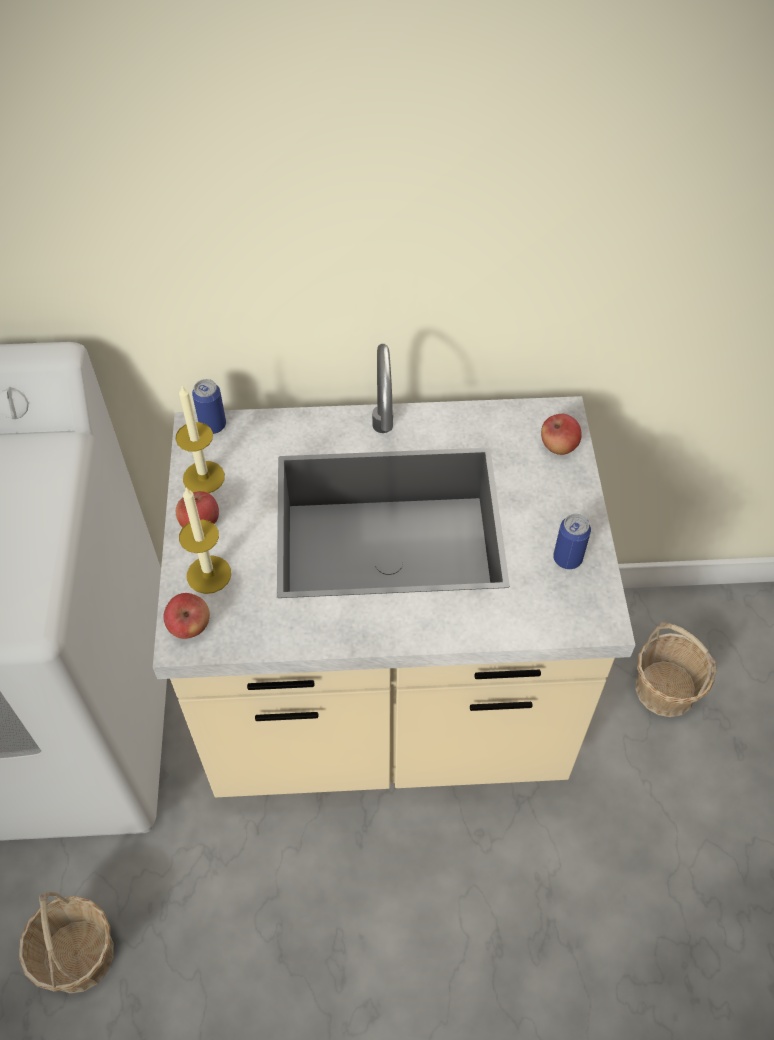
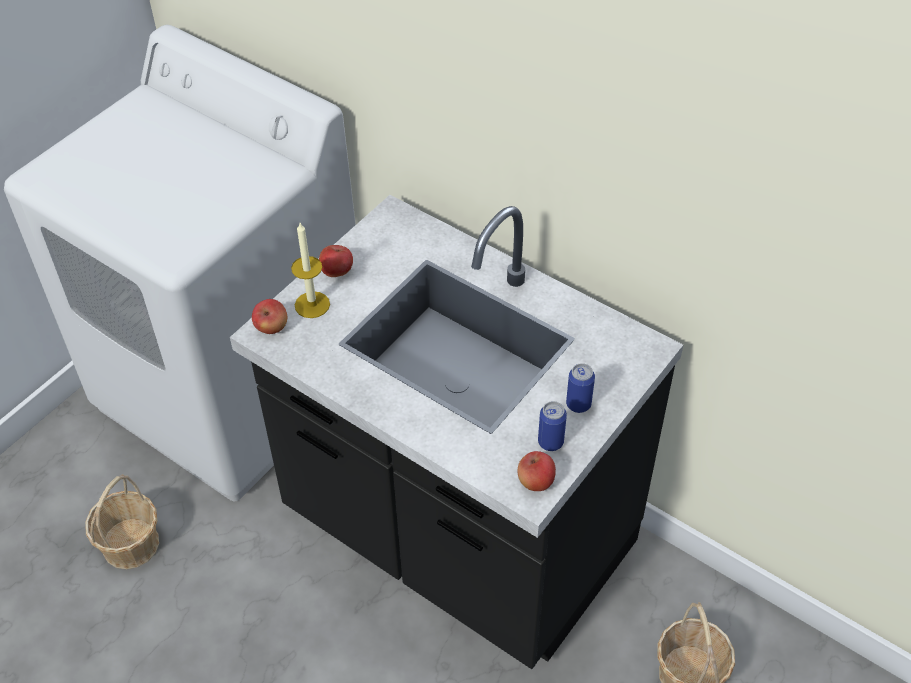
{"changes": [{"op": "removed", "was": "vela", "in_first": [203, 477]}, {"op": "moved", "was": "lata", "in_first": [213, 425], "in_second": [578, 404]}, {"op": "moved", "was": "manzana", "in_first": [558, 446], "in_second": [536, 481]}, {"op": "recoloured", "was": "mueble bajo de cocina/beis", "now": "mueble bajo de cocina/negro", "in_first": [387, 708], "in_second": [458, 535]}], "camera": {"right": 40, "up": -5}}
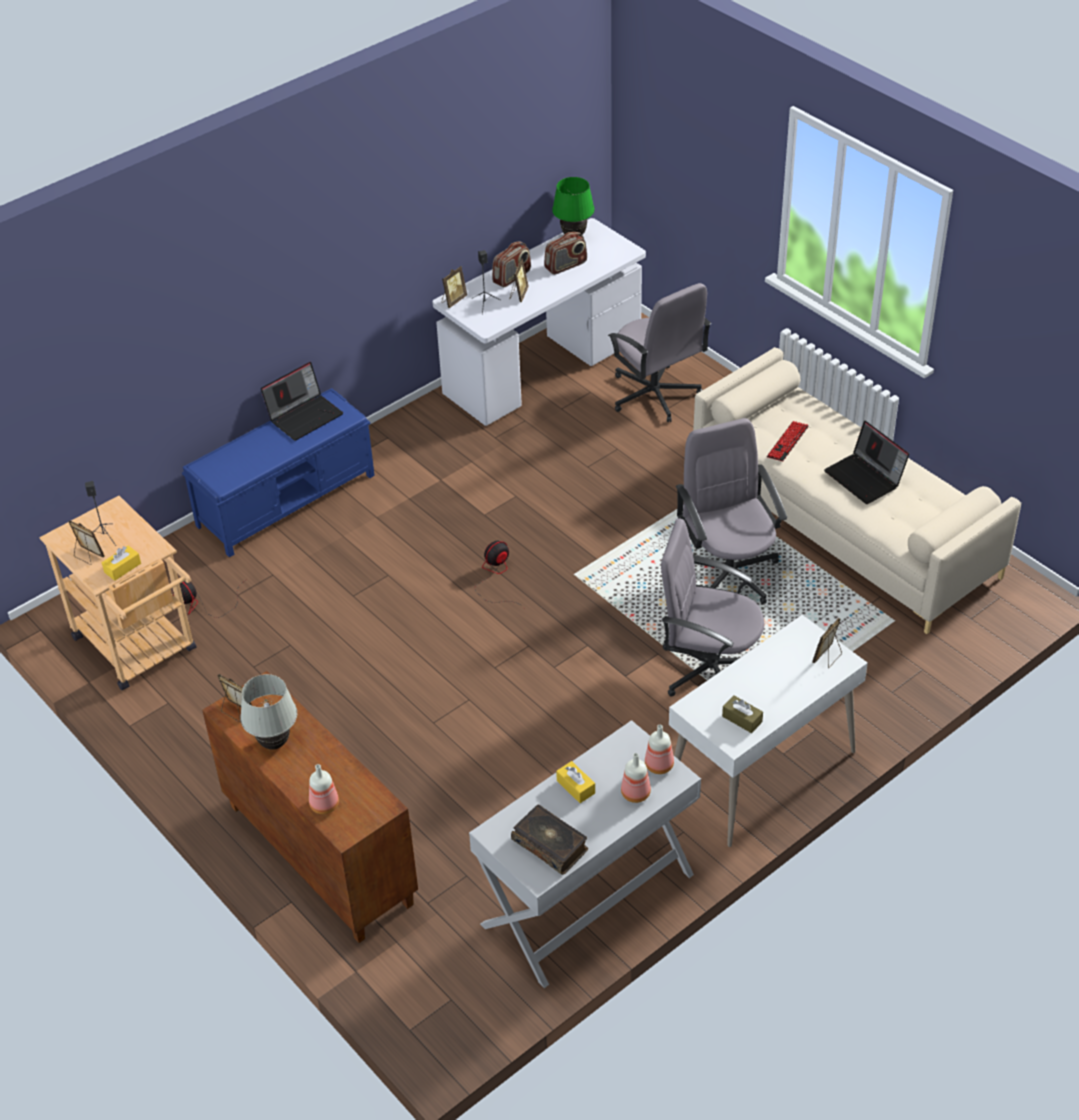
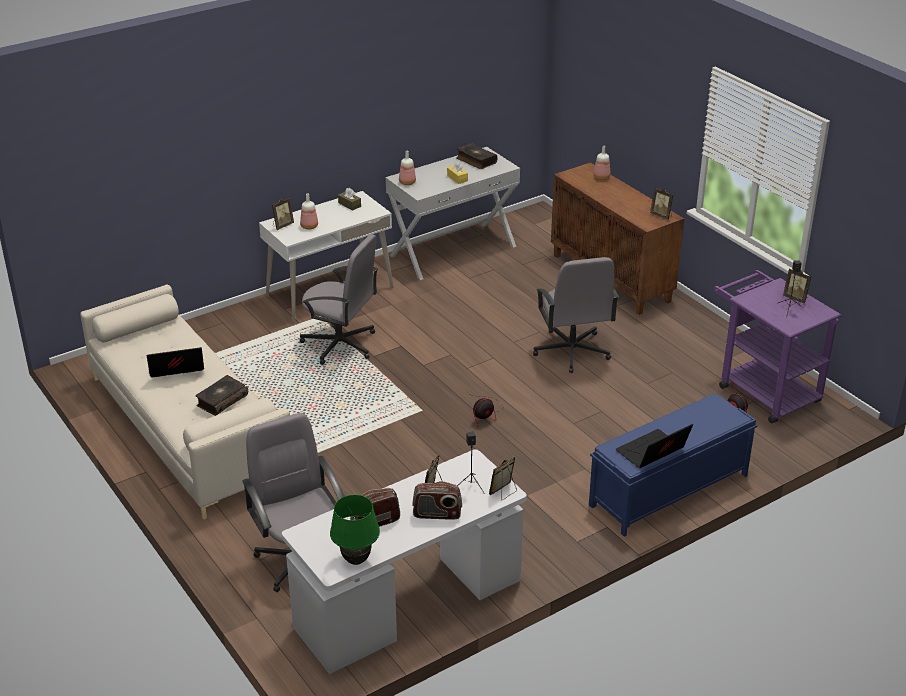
{"changes": [{"op": "removed", "was": "caja de pañuelos/amarillo", "in_first": [122, 568]}, {"op": "removed", "was": "lámpara de mesa/blanco", "in_first": [274, 744]}, {"op": "moved", "was": "botella", "in_first": [636, 793], "in_second": [309, 227]}, {"op": "moved", "was": "silla de oficina/gris", "in_first": [729, 573], "in_second": [571, 351]}, {"op": "replaced", "was": "teclado", "now": "libro", "in_first": [787, 442], "in_second": [221, 400]}, {"op": "recoloured", "was": "carrito/beis", "now": "carrito/morado", "in_first": [140, 649], "in_second": [762, 390]}, {"op": "turned", "was": "radio", "in_first": [512, 277], "in_second": [437, 514], "clockwise": -135}, {"op": "turned", "was": "portátil", "in_first": [865, 478], "in_second": [175, 368], "clockwise": -75}], "camera": {"right": -175, "up": -10}}
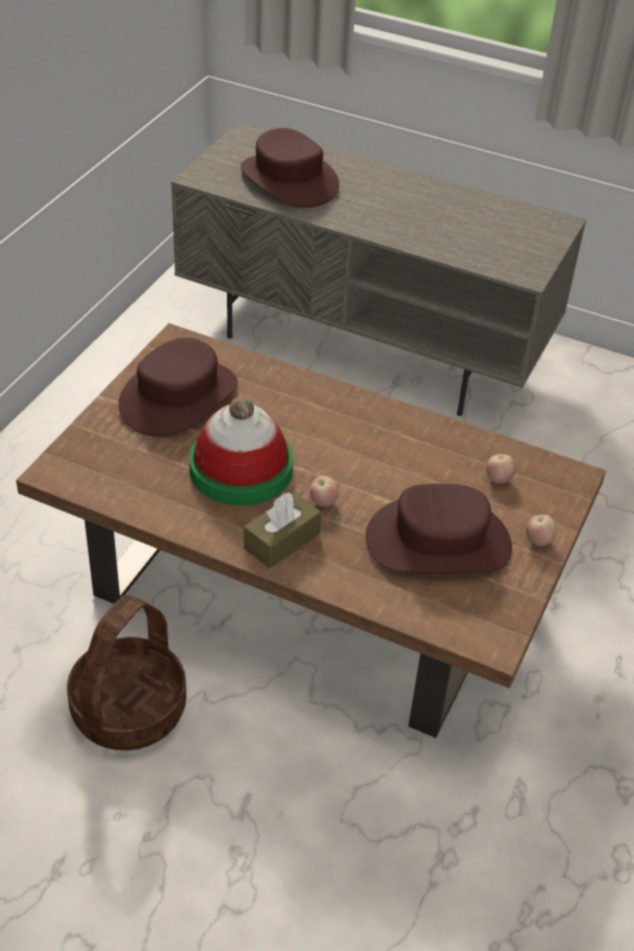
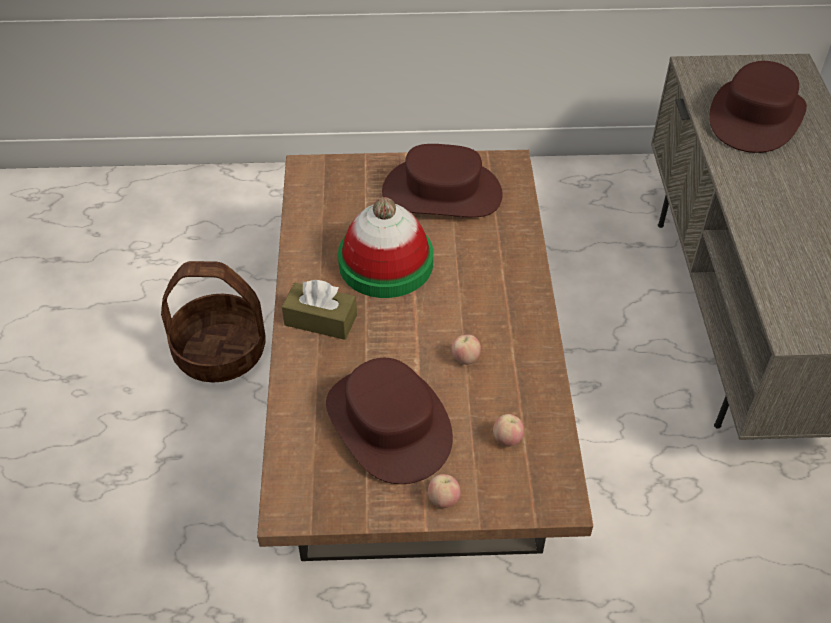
{"changes": [{"op": "moved", "was": "manzana", "in_first": [323, 502], "in_second": [465, 359]}], "camera": {"right": 65, "up": 5}}
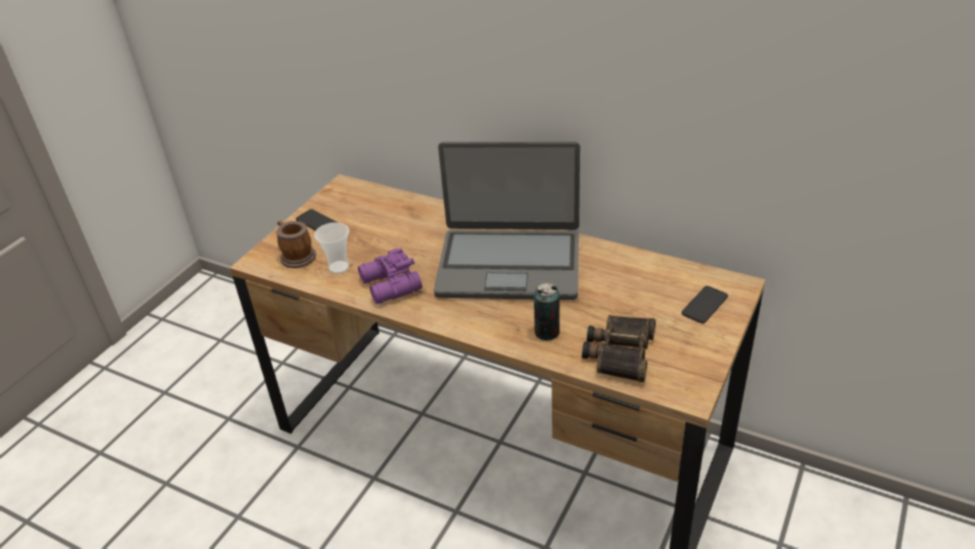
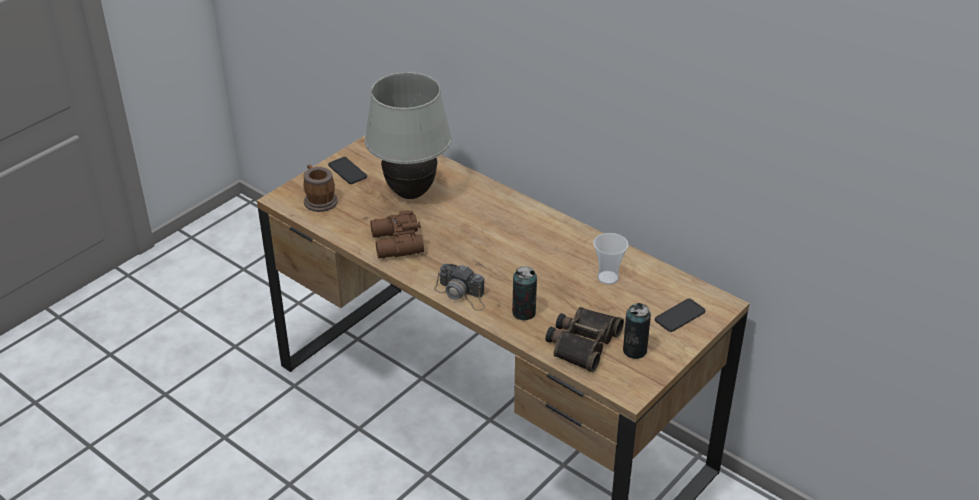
{"changes": [{"op": "removed", "was": "portátil", "in_first": [509, 264]}, {"op": "added", "now": "lámpara de mesa/blanco", "in_second": [411, 193]}, {"op": "added", "now": "cámara", "in_second": [462, 294]}, {"op": "added", "now": "lata", "in_second": [634, 350]}, {"op": "moved", "was": "taza", "in_first": [339, 267], "in_second": [608, 278]}, {"op": "recoloured", "was": "prismáticos/morado", "now": "prismáticos/marrón", "in_first": [389, 286], "in_second": [396, 244]}], "camera": {"right": 10, "up": 0}}
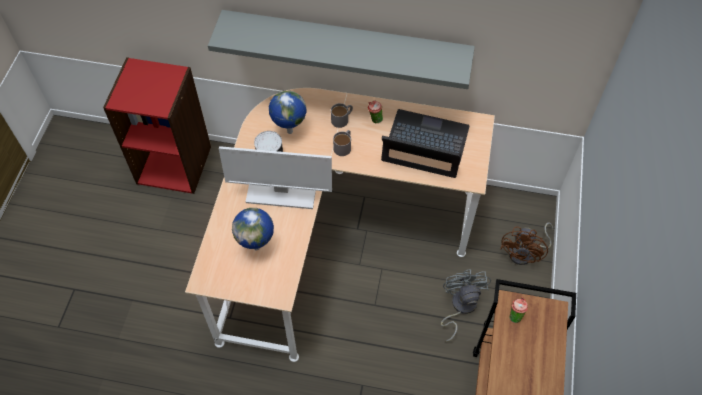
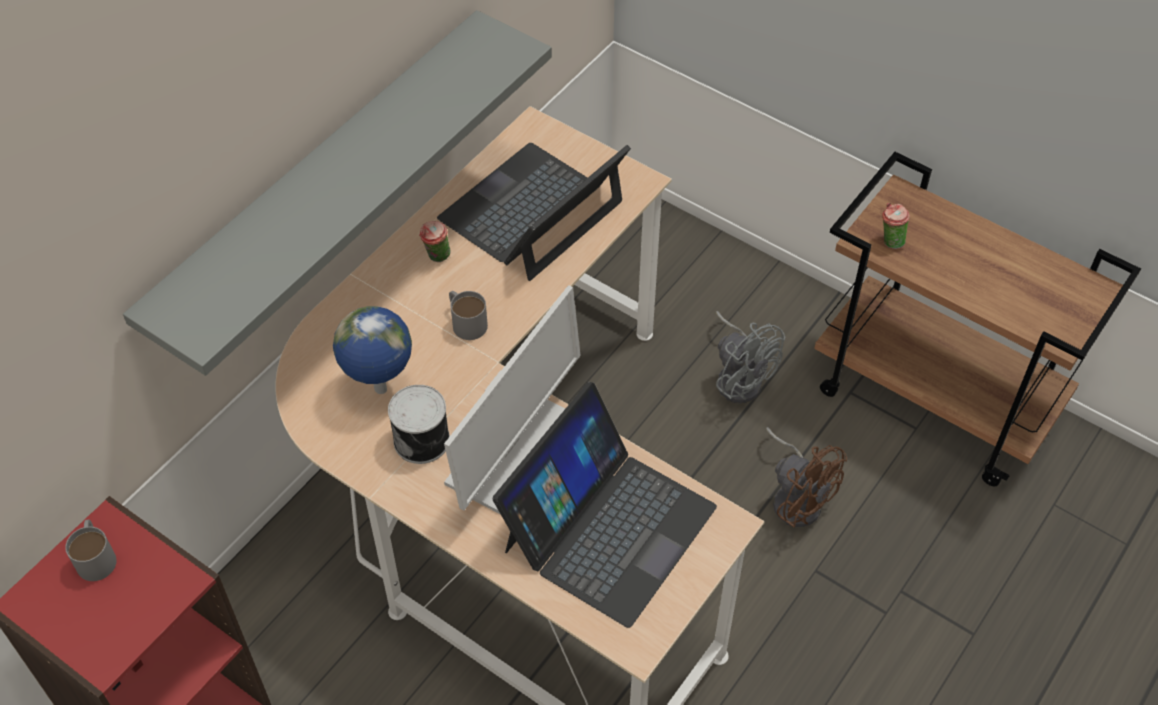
{"changes": [{"op": "moved", "was": "taza grande/gris", "in_first": [342, 119], "in_second": [96, 556]}, {"op": "moved", "was": "ventilador/marrón", "in_first": [525, 253], "in_second": [796, 498]}, {"op": "replaced", "was": "globo terráqueo", "now": "portátil", "in_first": [257, 247], "in_second": [608, 527]}, {"op": "turned", "was": "ventilador/gris", "in_first": [460, 307], "in_second": [739, 377], "clockwise": -150}], "camera": {"right": -65, "up": -5}}
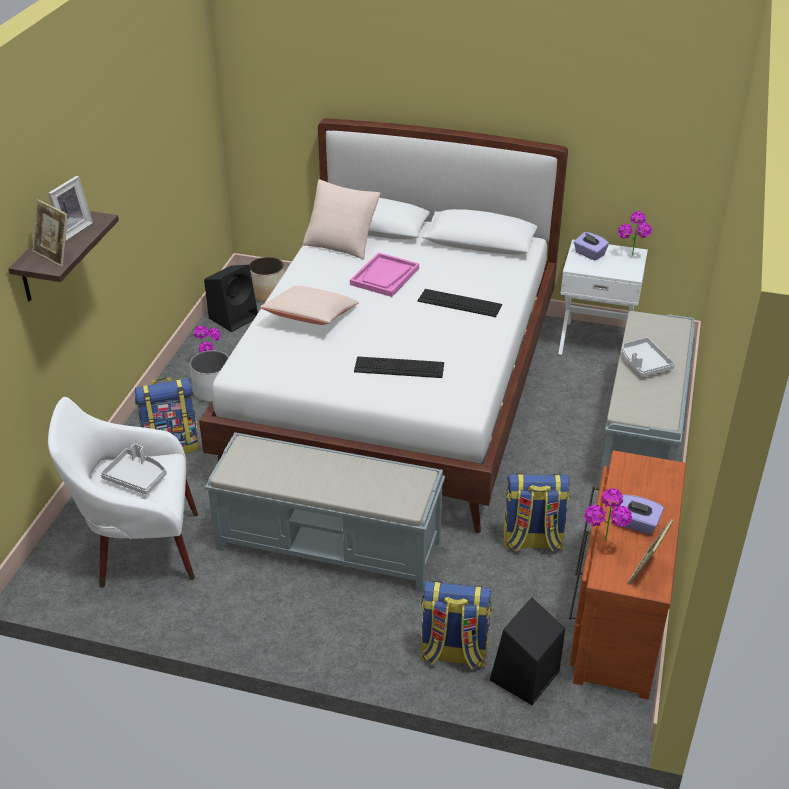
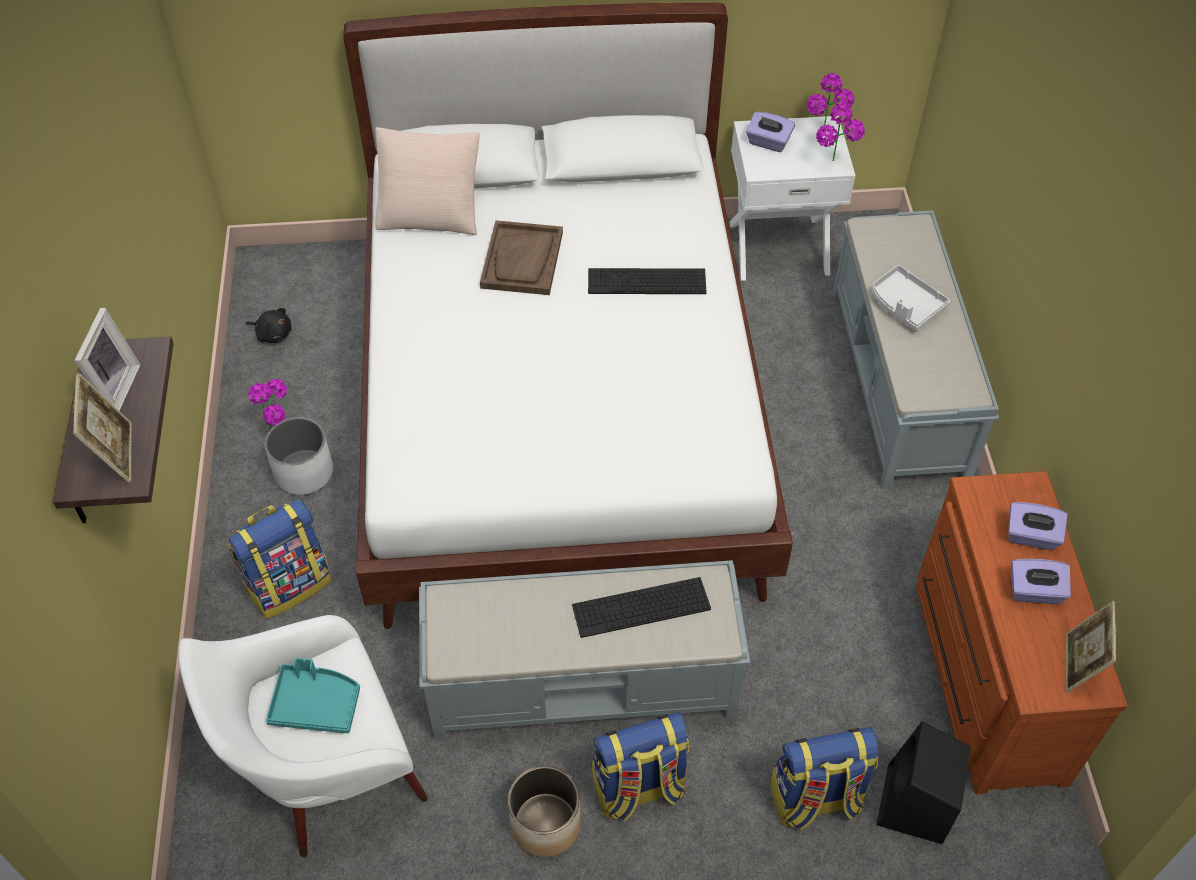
{"changes": [{"op": "removed", "was": "cojín/beis", "in_first": [310, 317]}, {"op": "added", "now": "caja de pañuelos/morado", "in_second": [1031, 536]}, {"op": "moved", "was": "maceta", "in_first": [268, 293], "in_second": [545, 823]}, {"op": "moved", "was": "teclado", "in_first": [399, 367], "in_second": [641, 607]}, {"op": "moved", "was": "mochila", "in_first": [532, 541], "in_second": [638, 789]}, {"op": "moved", "was": "planta en maceta", "in_first": [604, 546], "in_second": [834, 166]}, {"op": "replaced", "was": "altavoz/negro", "now": "peluche/negro", "in_first": [234, 317], "in_second": [273, 334]}, {"op": "recoloured", "was": "bandeja/gris", "now": "bandeja/turquesa", "in_first": [137, 477], "in_second": [316, 704]}, {"op": "recoloured", "was": "bandeja/rosa", "now": "bandeja/marrón", "in_first": [385, 276], "in_second": [522, 260]}, {"op": "turned", "was": "portarretratos", "in_first": [54, 256], "in_second": [116, 454], "clockwise": -120}], "camera": {"right": -20, "up": 15}}
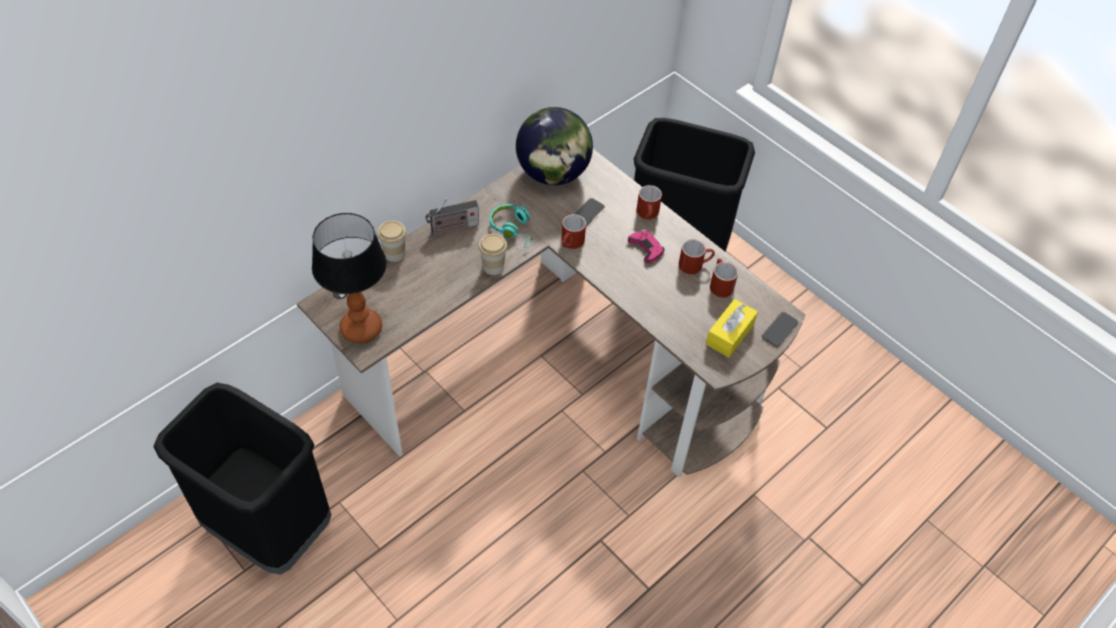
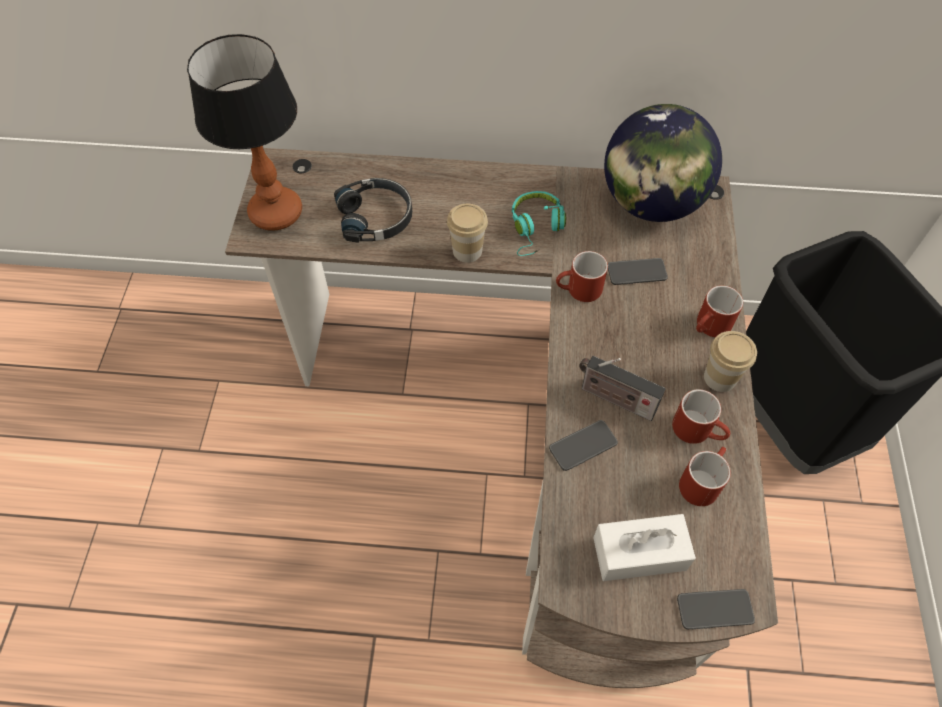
{"changes": [{"op": "removed", "was": "papelera/negro", "in_first": [269, 527]}, {"op": "removed", "was": "mando de consola/rosa", "in_first": [646, 248]}, {"op": "added", "now": "auriculares/negro", "in_second": [376, 217]}, {"op": "added", "now": "móvil", "in_second": [583, 446]}, {"op": "moved", "was": "taza", "in_first": [394, 253], "in_second": [720, 377]}, {"op": "moved", "was": "radio", "in_first": [452, 228], "in_second": [614, 399]}, {"op": "recoloured", "was": "caja de pañuelos/amarillo", "now": "caja de pañuelos/blanco", "in_first": [729, 334], "in_second": [639, 553]}], "camera": {"right": 50, "up": 5}}
